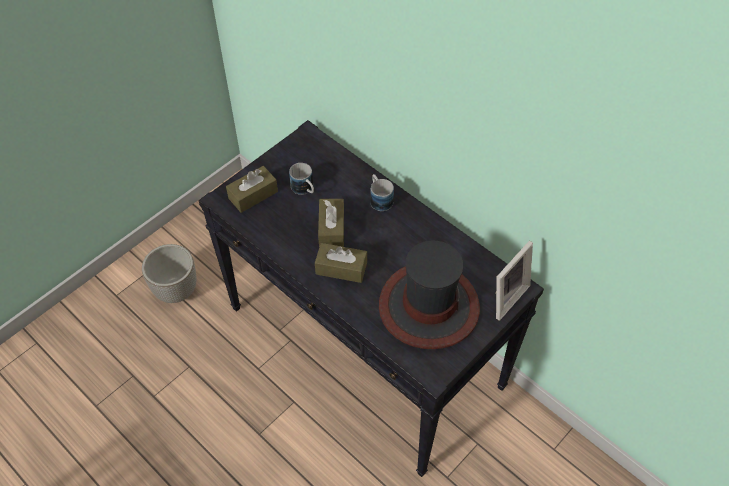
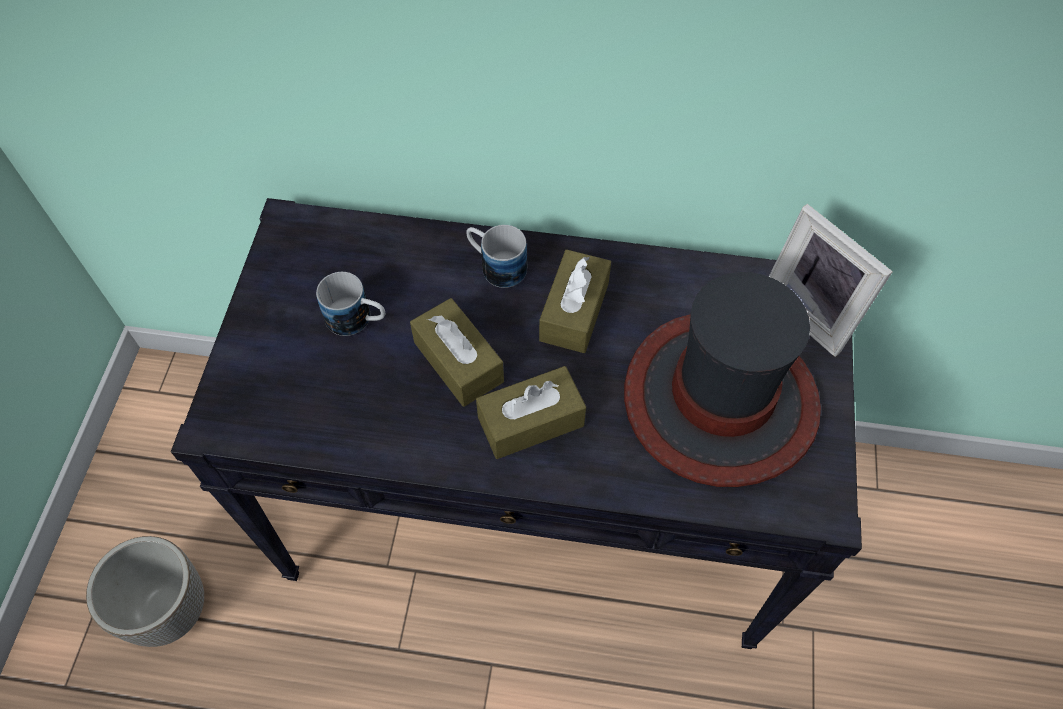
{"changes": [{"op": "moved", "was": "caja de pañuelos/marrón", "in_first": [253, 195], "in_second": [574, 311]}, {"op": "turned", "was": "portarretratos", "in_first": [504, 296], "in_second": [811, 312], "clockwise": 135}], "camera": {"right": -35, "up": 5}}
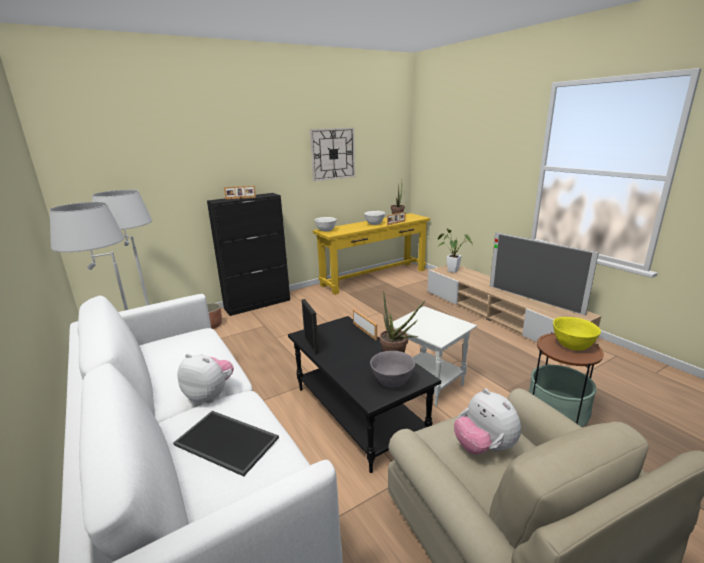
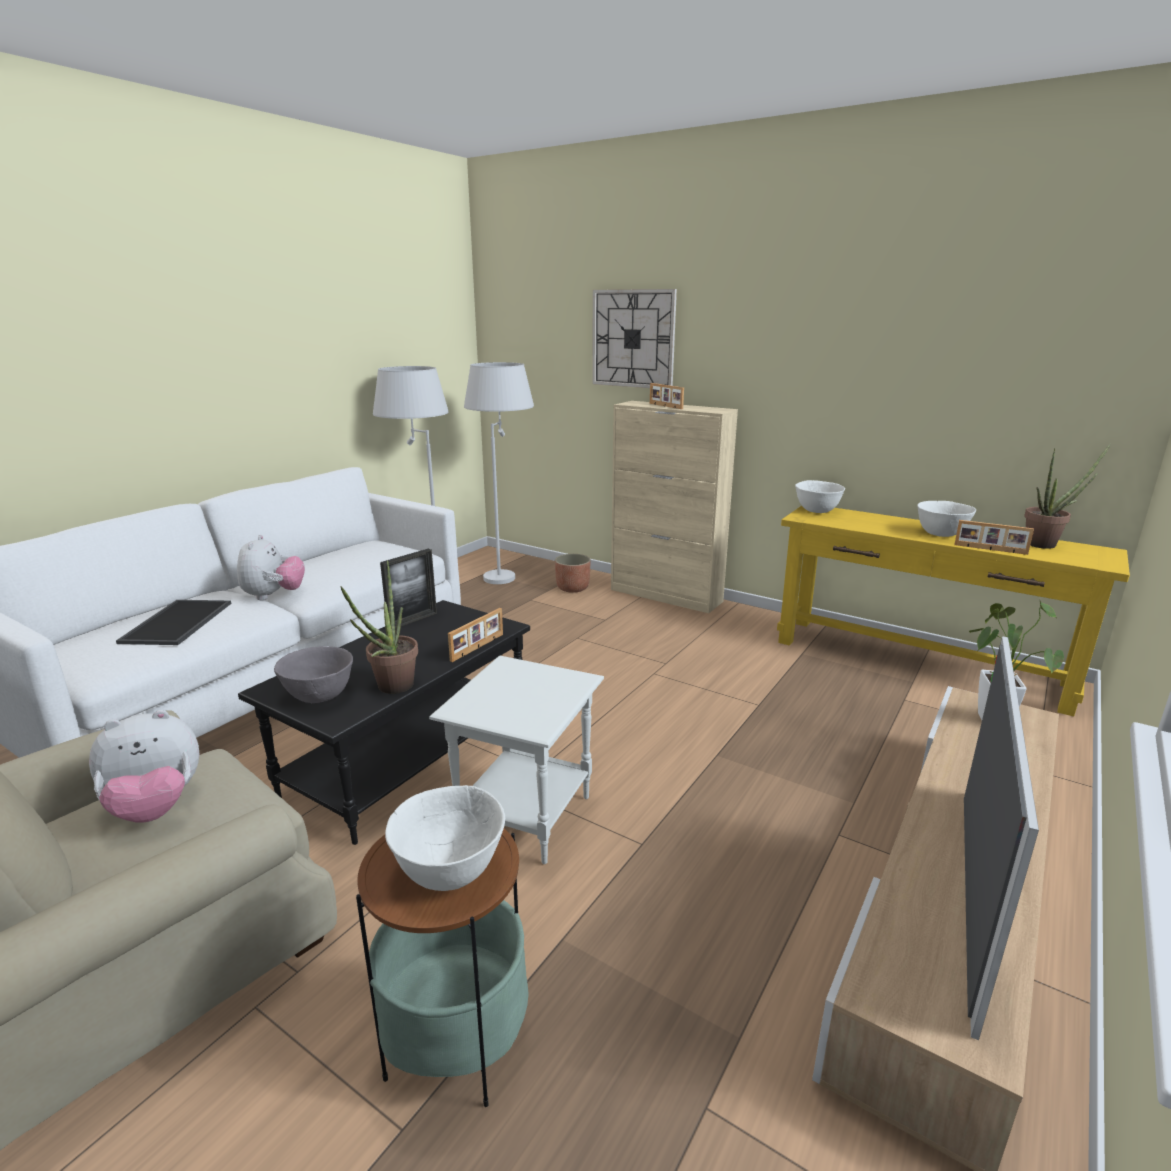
{"changes": [{"op": "moved", "was": "reloj de pared", "in_first": [333, 154], "in_second": [633, 339]}, {"op": "recoloured", "was": "armario/negro", "now": "armario/beis", "in_first": [258, 304], "in_second": [666, 596]}, {"op": "recoloured", "was": "cuenco/amarillo", "now": "cuenco/blanco", "in_first": [572, 345], "in_second": [450, 869]}, {"op": "turned", "was": "peluche", "in_first": [484, 447], "in_second": [156, 807], "clockwise": -150}], "camera": {"right": 65, "up": 0}}
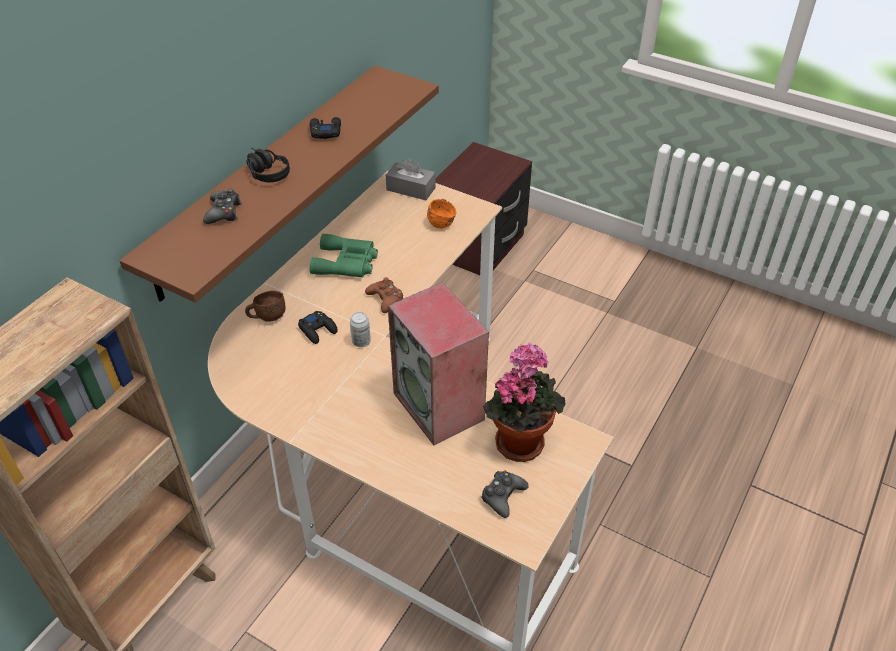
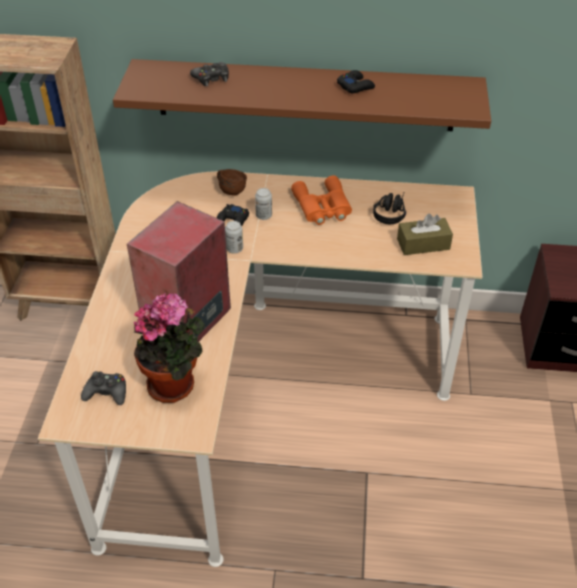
{"changes": [{"op": "removed", "was": "mando de consola/marrón", "in_first": [386, 299]}, {"op": "removed", "was": "caja de pañuelos/gris", "in_first": [411, 189]}, {"op": "added", "now": "lata", "in_second": [264, 216]}, {"op": "moved", "was": "auriculares/negro", "in_first": [264, 171], "in_second": [390, 212]}, {"op": "replaced", "was": "taza grande/naranja", "now": "caja de pañuelos/marrón", "in_first": [442, 222], "in_second": [423, 244]}, {"op": "recoloured", "was": "prismáticos/verde", "now": "prismáticos/naranja", "in_first": [347, 263], "in_second": [322, 207]}], "camera": {"right": 65, "up": 0}}
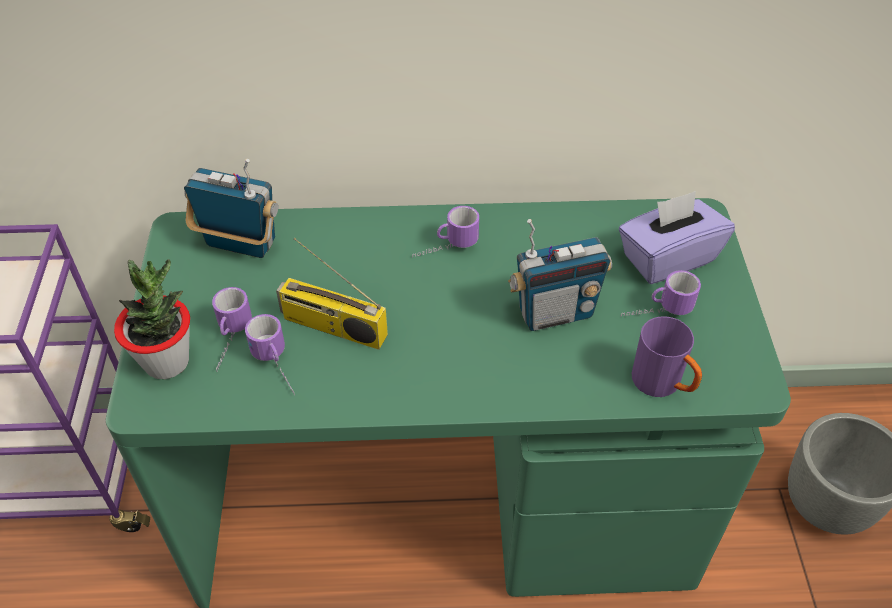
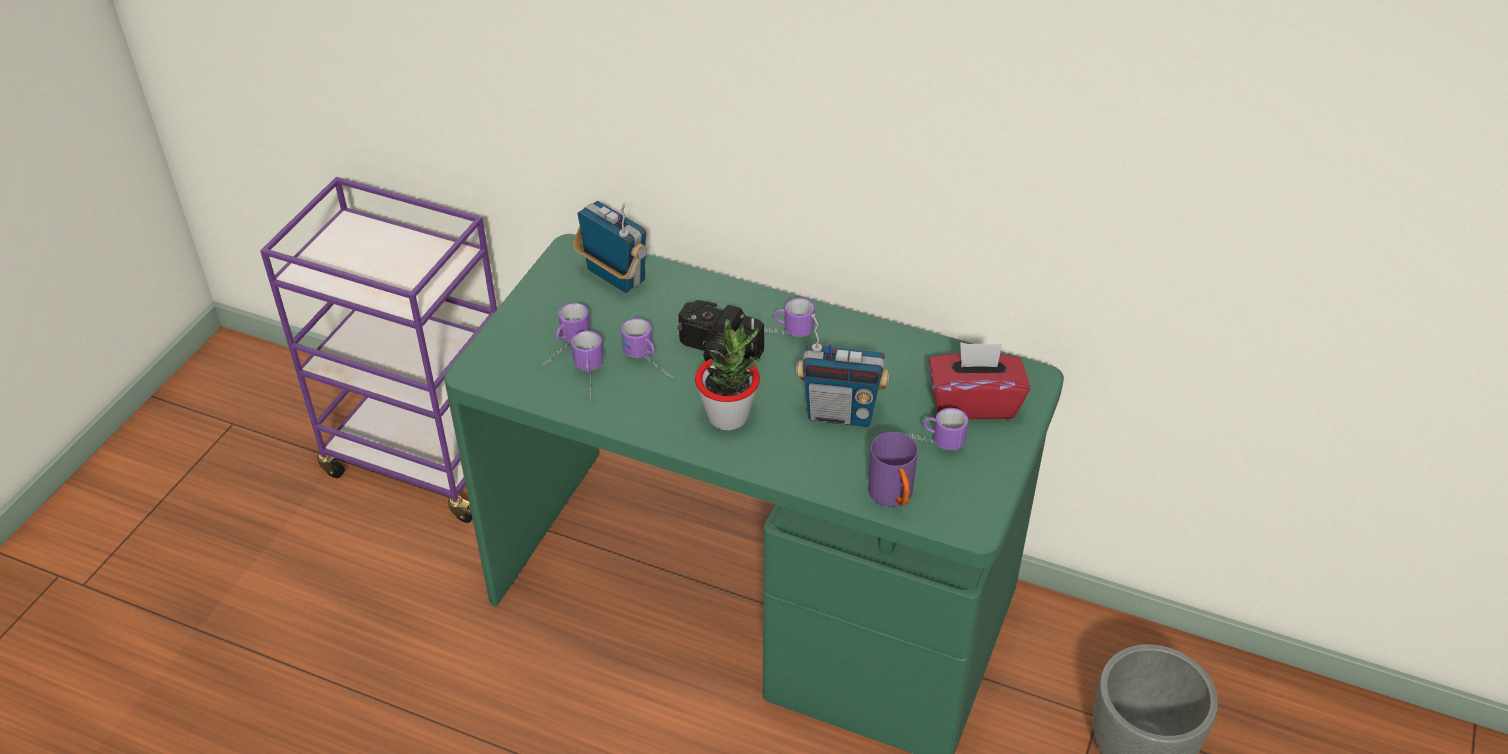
{"changes": [{"op": "added", "now": "cámara", "in_second": [717, 352]}, {"op": "moved", "was": "planta en maceta", "in_first": [167, 361], "in_second": [728, 416]}, {"op": "replaced", "was": "radio", "now": "taza grande", "in_first": [332, 327], "in_second": [650, 364]}, {"op": "recoloured", "was": "caja de pañuelos/morado", "now": "caja de pañuelos/rojo", "in_first": [667, 258], "in_second": [974, 403]}], "camera": {"right": 25, "up": -5}}
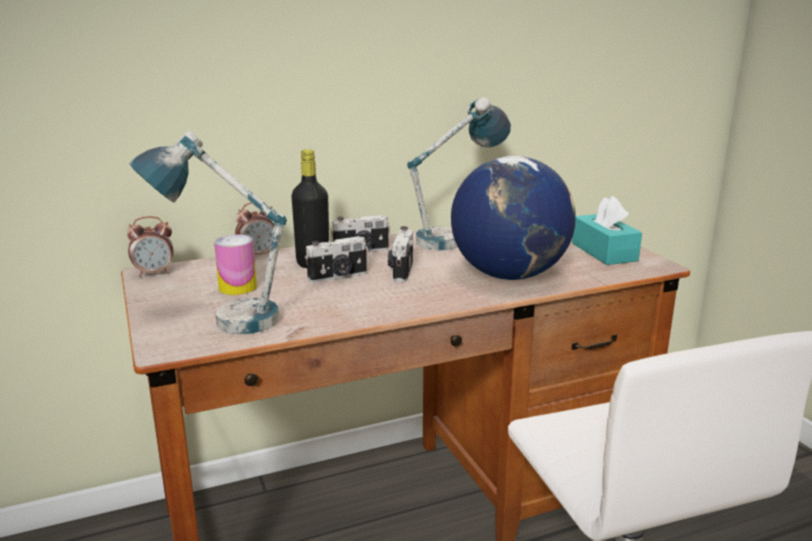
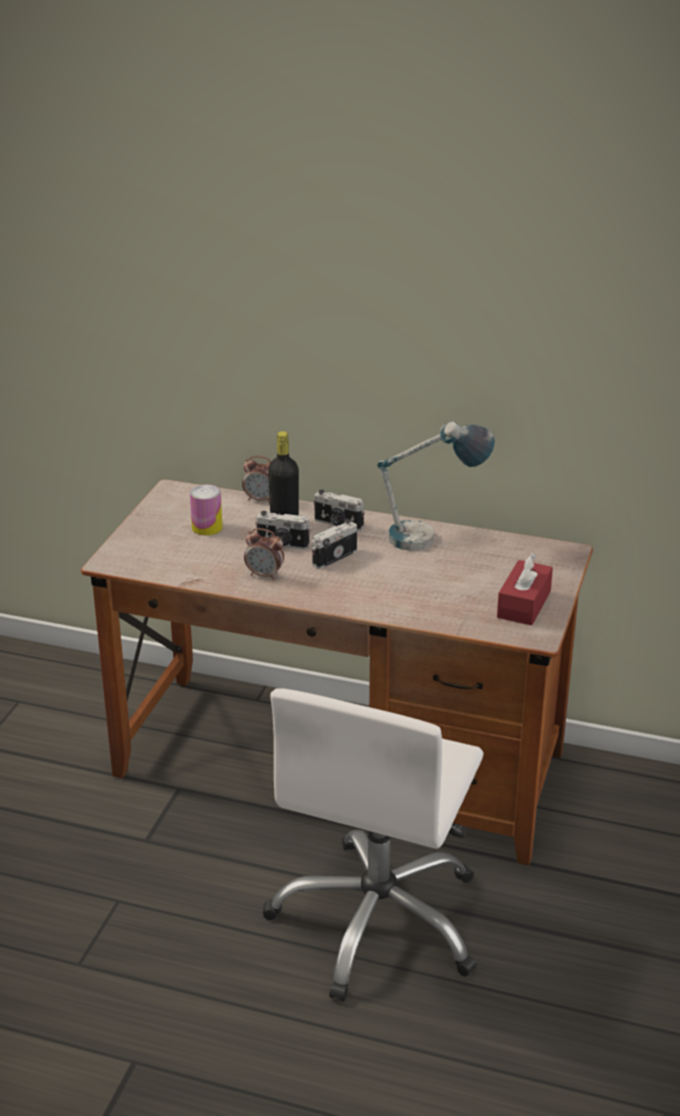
{"changes": [{"op": "removed", "was": "lámpara de mesa", "in_first": [221, 318]}, {"op": "removed", "was": "globo terráqueo", "in_first": [509, 275]}, {"op": "moved", "was": "despertador", "in_first": [154, 273], "in_second": [265, 575]}, {"op": "recoloured", "was": "caja de pañuelos/turquesa", "now": "caja de pañuelos/rojo", "in_first": [604, 252], "in_second": [524, 604]}], "camera": {"right": 40, "up": 10}}
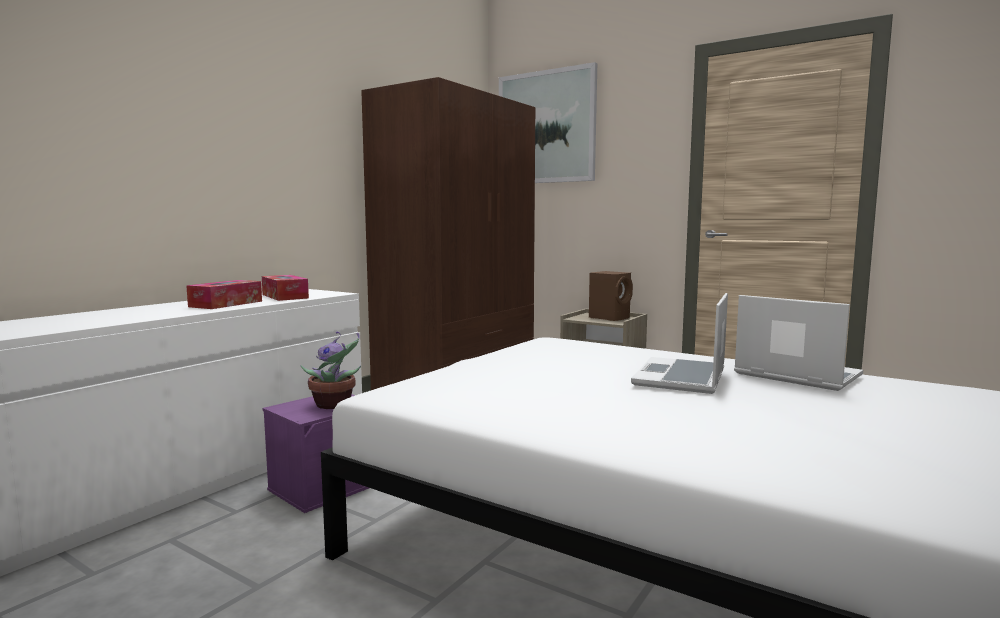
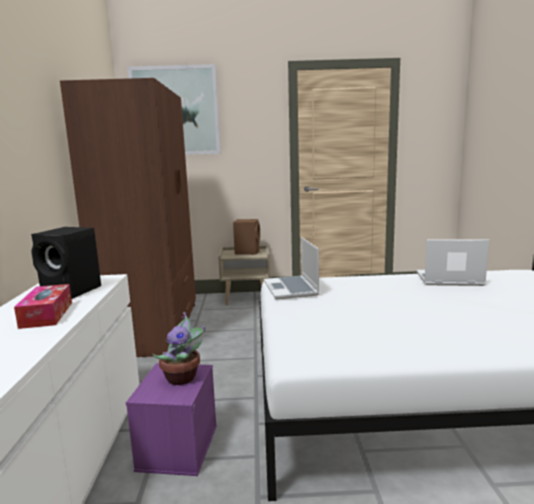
{"changes": [{"op": "moved", "was": "portátil", "in_first": [682, 378], "in_second": [291, 289]}, {"op": "replaced", "was": "caja de pañuelos", "now": "altavoz/negro", "in_first": [285, 296], "in_second": [73, 291]}], "camera": {"right": -35, "up": 5}}
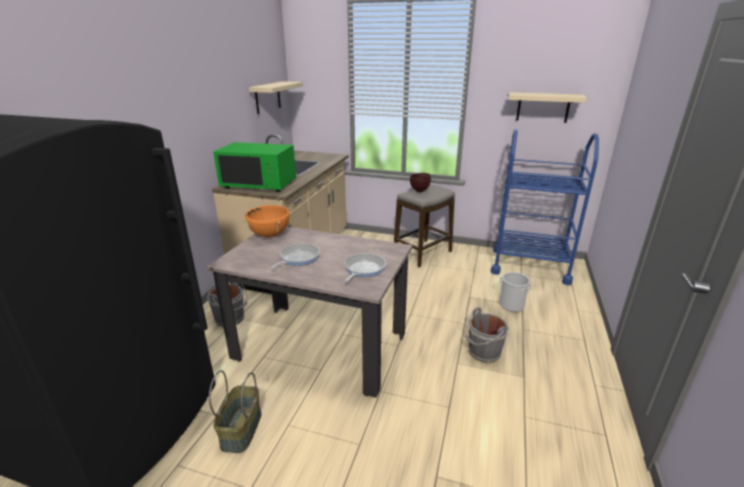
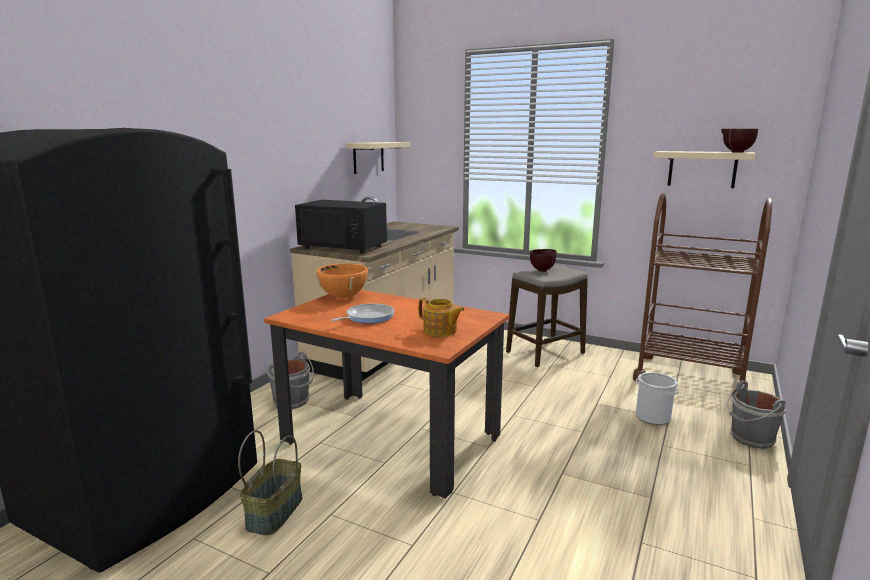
{"changes": [{"op": "added", "now": "cuenco/marrón", "in_second": [735, 152]}, {"op": "moved", "was": "cubo/gris", "in_first": [483, 353], "in_second": [751, 438]}, {"op": "replaced", "was": "sartén", "now": "tetera", "in_first": [363, 269], "in_second": [440, 331]}, {"op": "recoloured", "was": "mesa de comedor/beis", "now": "mesa de comedor/naranja", "in_first": [320, 346], "in_second": [391, 438]}, {"op": "recoloured", "was": "microondas/verde", "now": "microondas/negro", "in_first": [259, 185], "in_second": [343, 247]}, {"op": "recoloured", "was": "carrito/azul", "now": "carrito/marrón", "in_first": [529, 266], "in_second": [689, 376]}], "camera": {"right": 10, "up": -10}}
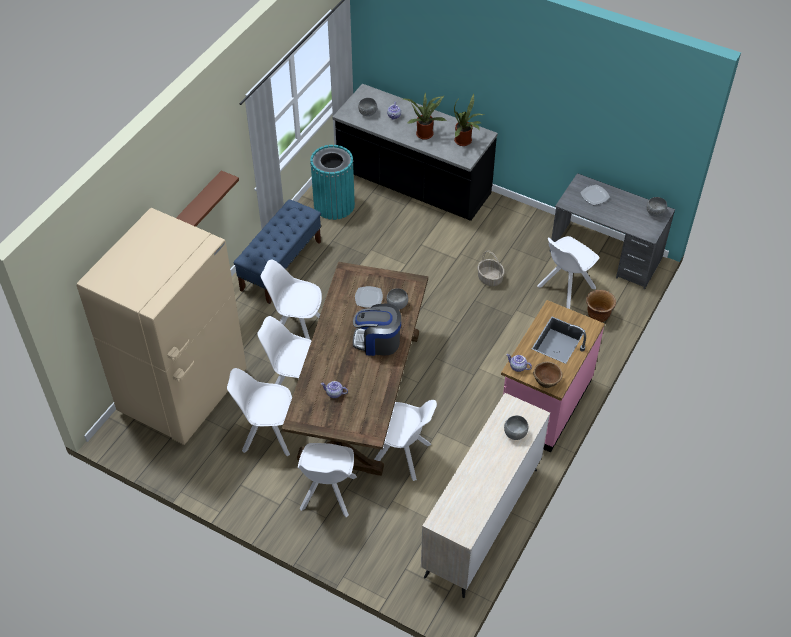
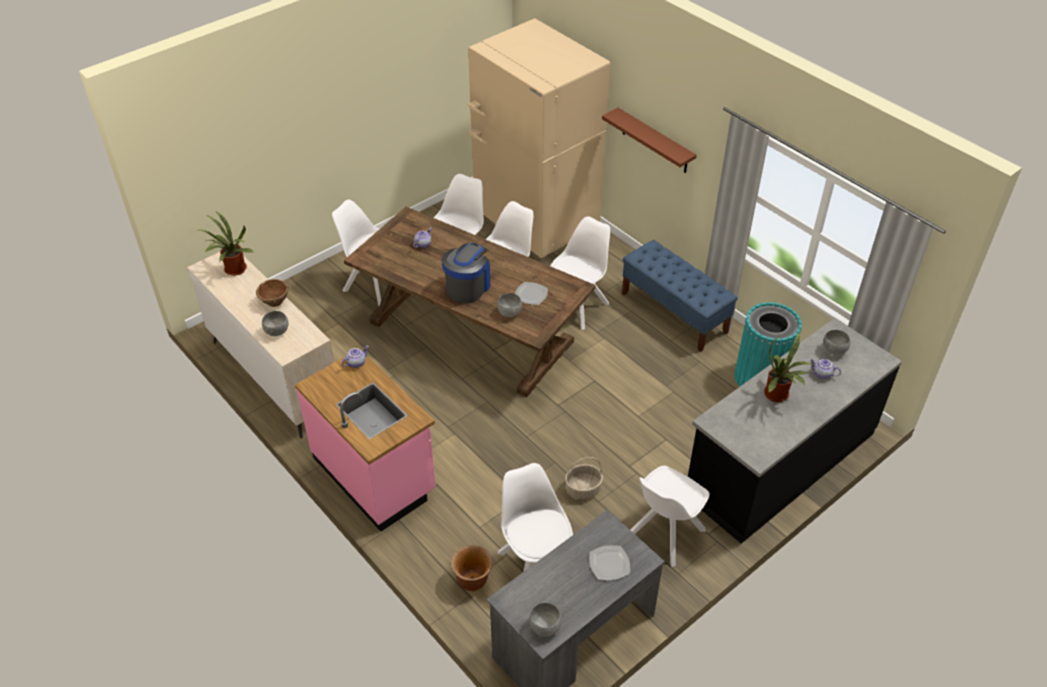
{"changes": [{"op": "moved", "was": "silla/blanco", "in_first": [402, 456], "in_second": [664, 534]}, {"op": "moved", "was": "planta en maceta", "in_first": [464, 141], "in_second": [233, 270]}, {"op": "moved", "was": "cuenco/marrón", "in_first": [546, 382], "in_second": [275, 302]}], "camera": {"right": 110, "up": -5}}
